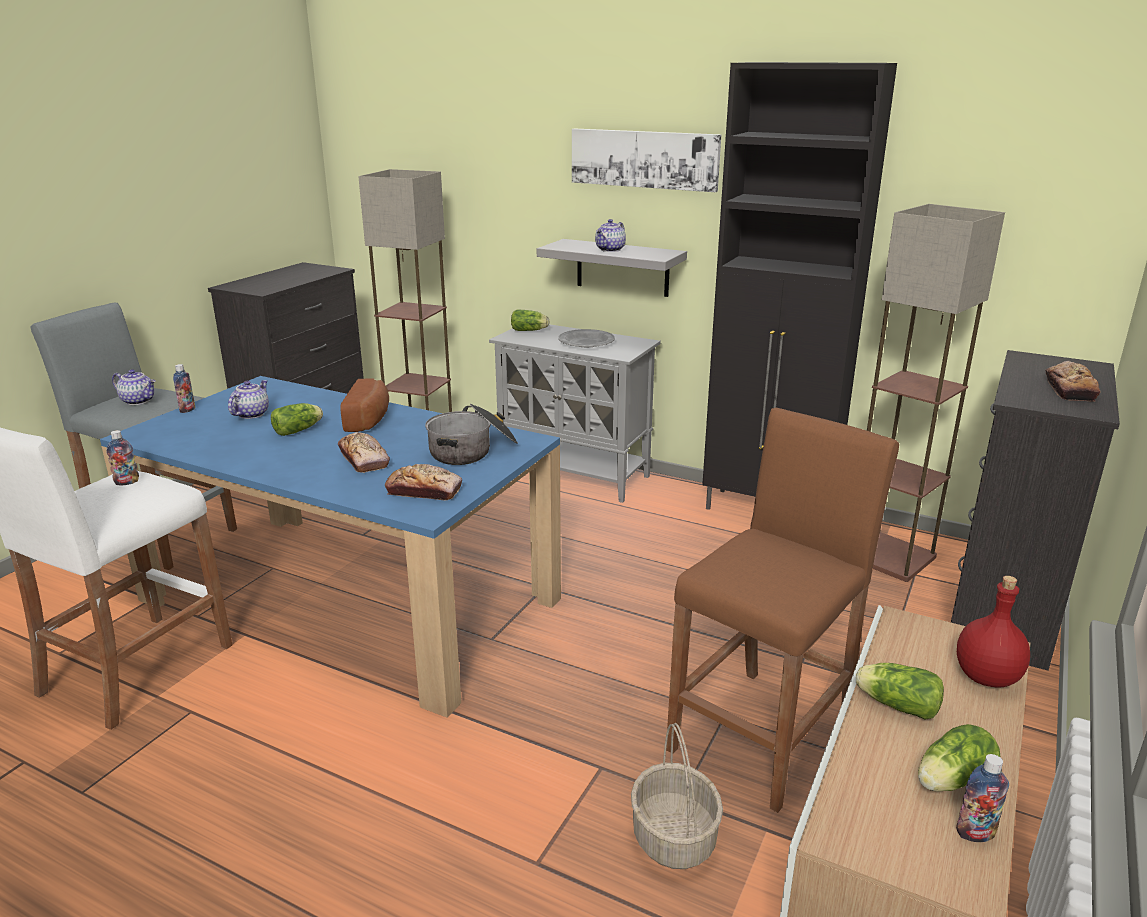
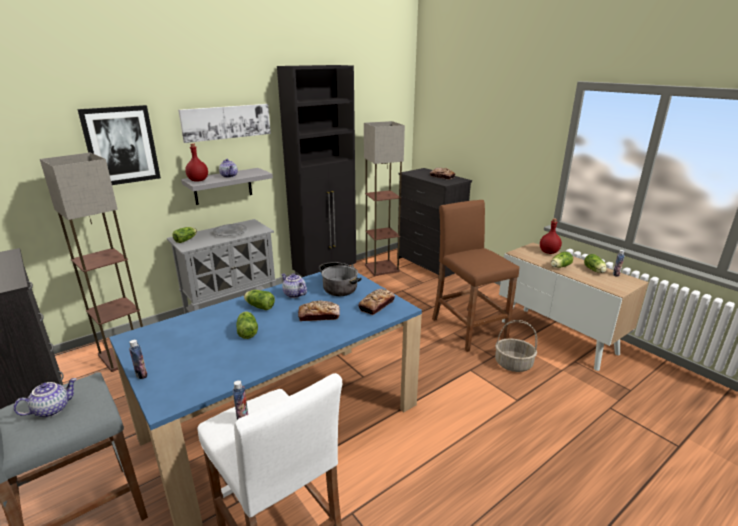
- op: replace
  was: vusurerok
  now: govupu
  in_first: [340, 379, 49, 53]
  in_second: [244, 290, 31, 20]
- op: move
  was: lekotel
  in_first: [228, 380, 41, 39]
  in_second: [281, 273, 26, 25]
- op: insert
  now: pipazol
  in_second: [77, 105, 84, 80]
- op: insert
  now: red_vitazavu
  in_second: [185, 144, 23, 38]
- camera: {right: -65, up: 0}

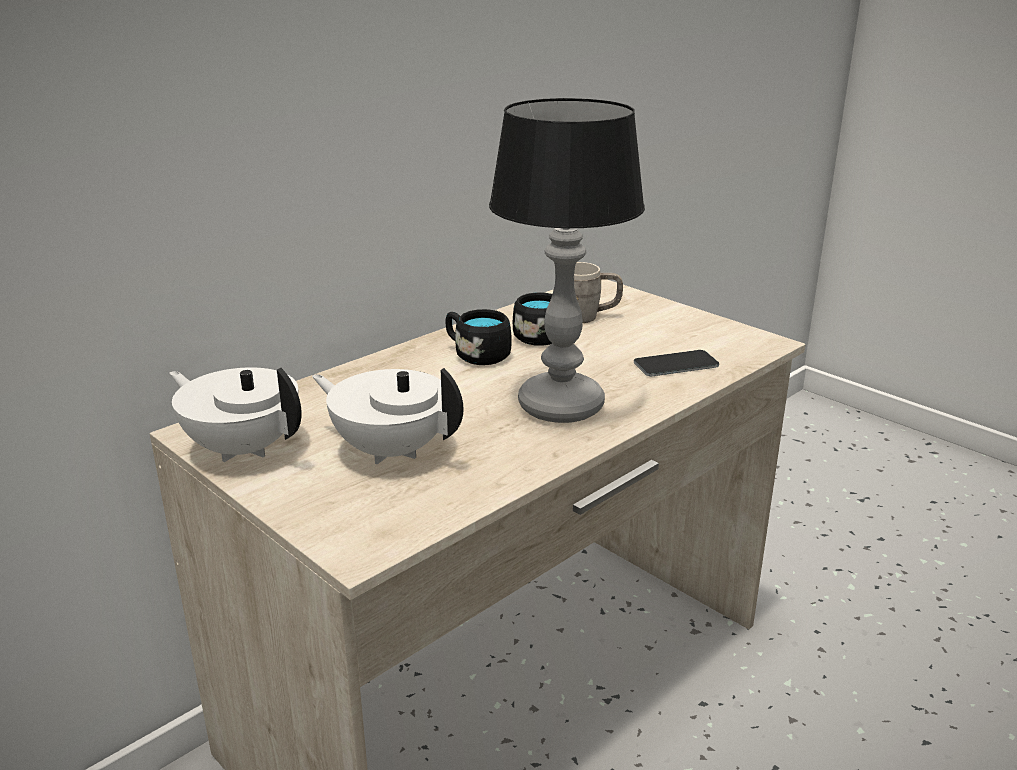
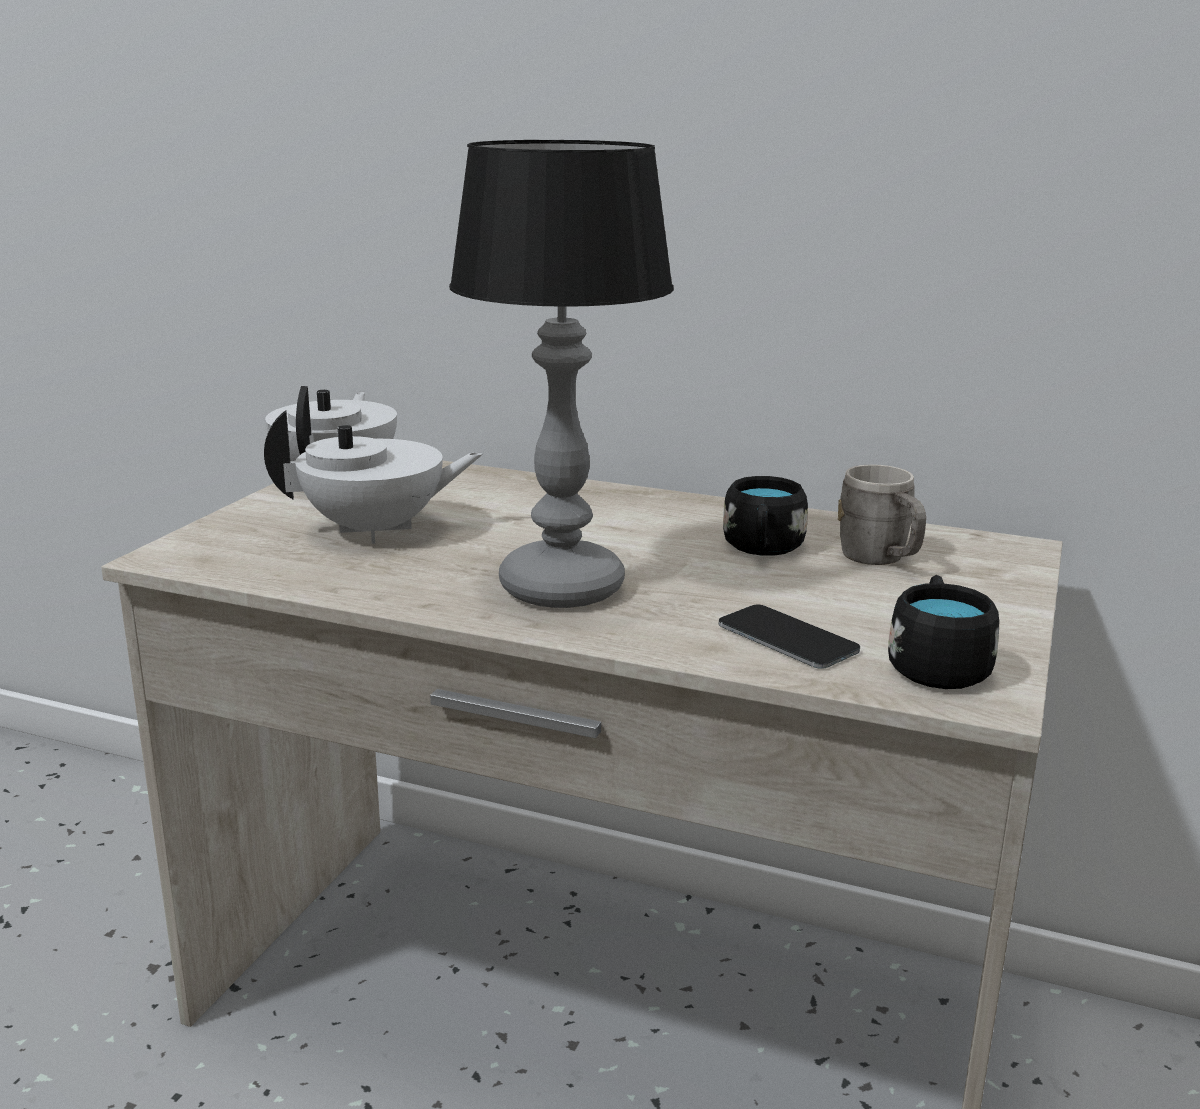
- op: move
  was: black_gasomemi
  in_first: [446, 309, 66, 56]
  in_second: [888, 575, 111, 114]
- op: rotate
  was: white_lekotel
  in_first: [312, 368, 151, 96]
  in_second: [264, 410, 219, 134]
  clockwise: 75
- camera: {right: 65, up: -5}

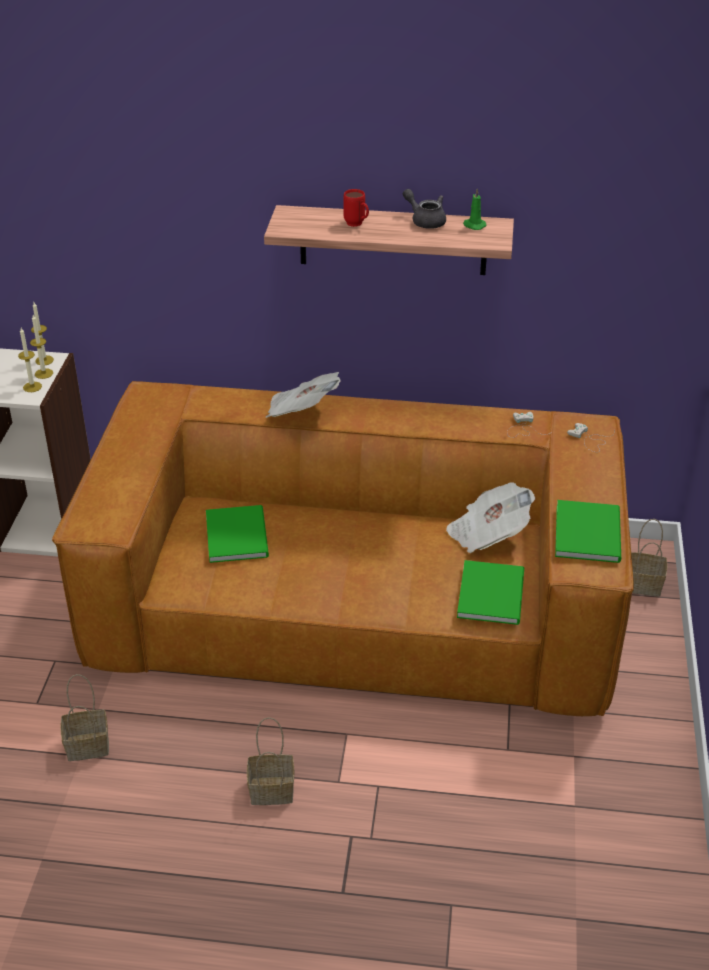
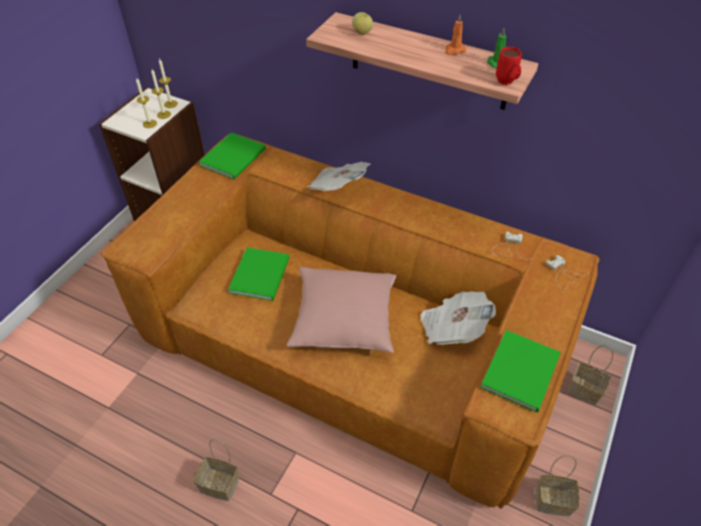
- op: move
  was: red_gasomemi
  in_first: [343, 189, 26, 38]
  in_second: [496, 47, 26, 38]
- op: replace
  was: grey_lekotel
  now: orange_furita
  in_first: [403, 189, 43, 40]
  in_second: [445, 15, 21, 40]
- op: move
  was: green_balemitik
  in_first: [457, 560, 67, 65]
  in_second: [199, 132, 67, 48]
- op: move
  was: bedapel
  in_first: [60, 674, 49, 87]
  in_second: [536, 455, 44, 61]
- op: insert
  now: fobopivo
  in_second: [352, 12, 21, 23]
- op: insert
  now: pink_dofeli
  in_second: [287, 267, 109, 86]
- camera: {right: 20, up: 10}

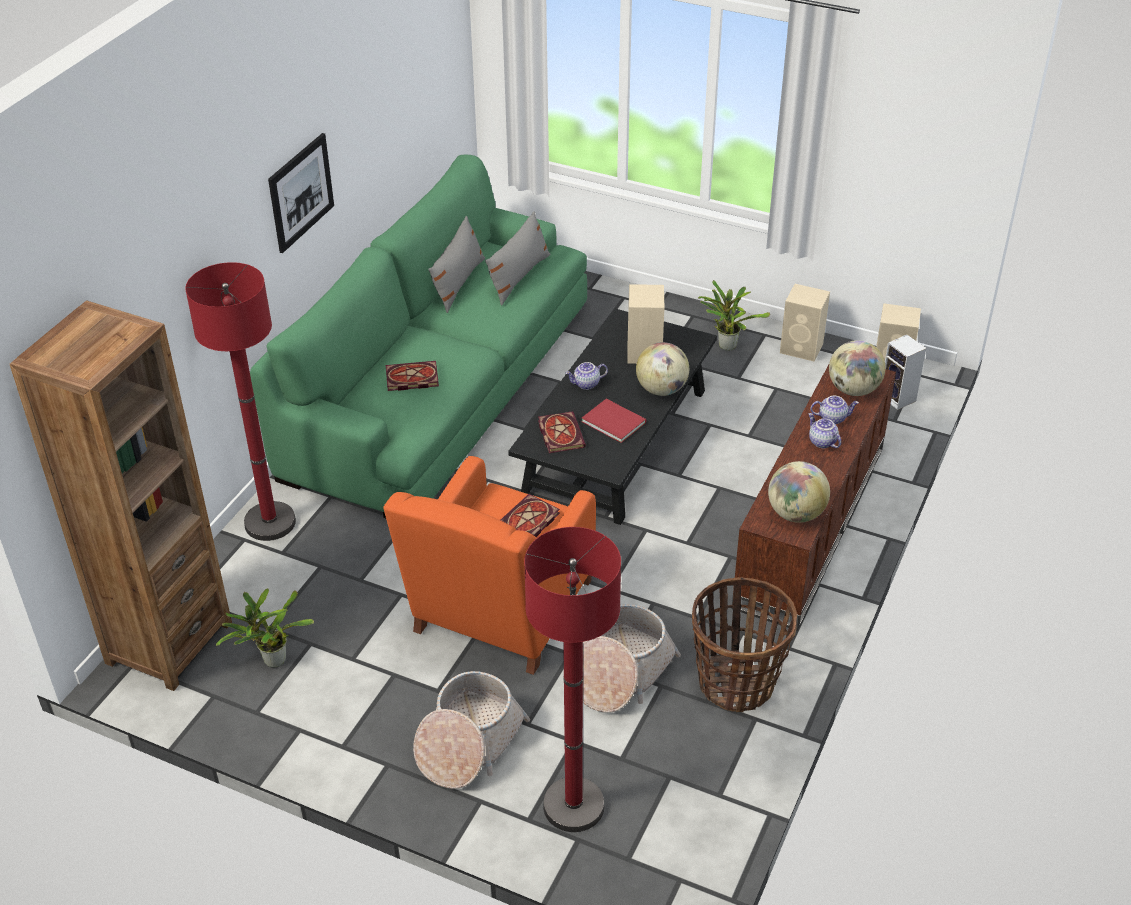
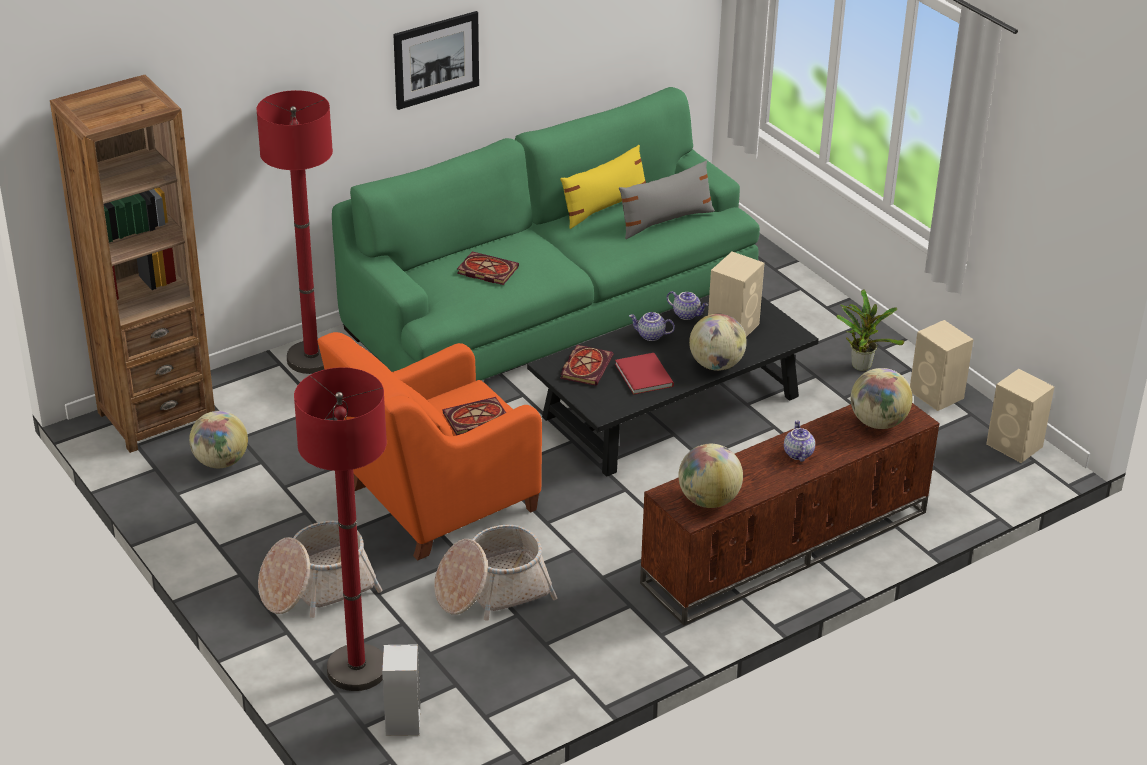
- op: recolor
  was: grey_dofeli
  now: yellow_dofeli
  in_first: [428, 216, 57, 97]
  in_second: [560, 145, 86, 84]
- op: move
  was: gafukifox
  in_first: [885, 335, 41, 75]
  in_second: [382, 644, 38, 92]
- op: move
  was: lekotel
  in_first: [810, 396, 49, 28]
  in_second: [667, 291, 41, 29]
- op: delete
  was: bedapel
  in_first: [692, 577, 105, 135]
- op: replace
  was: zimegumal
  now: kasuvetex
  in_first: [216, 588, 98, 79]
  in_second: [189, 411, 59, 57]
- camera: {right: 30, up: -5}

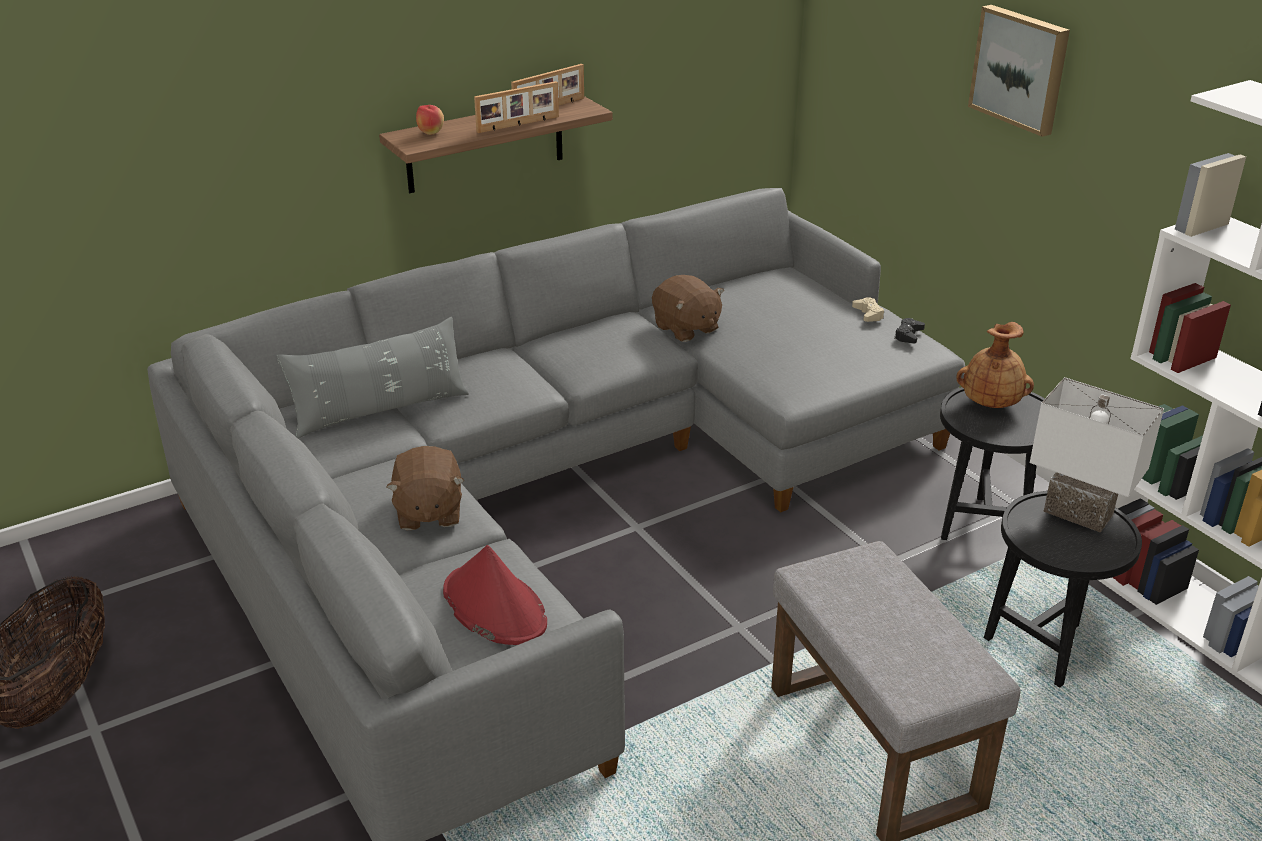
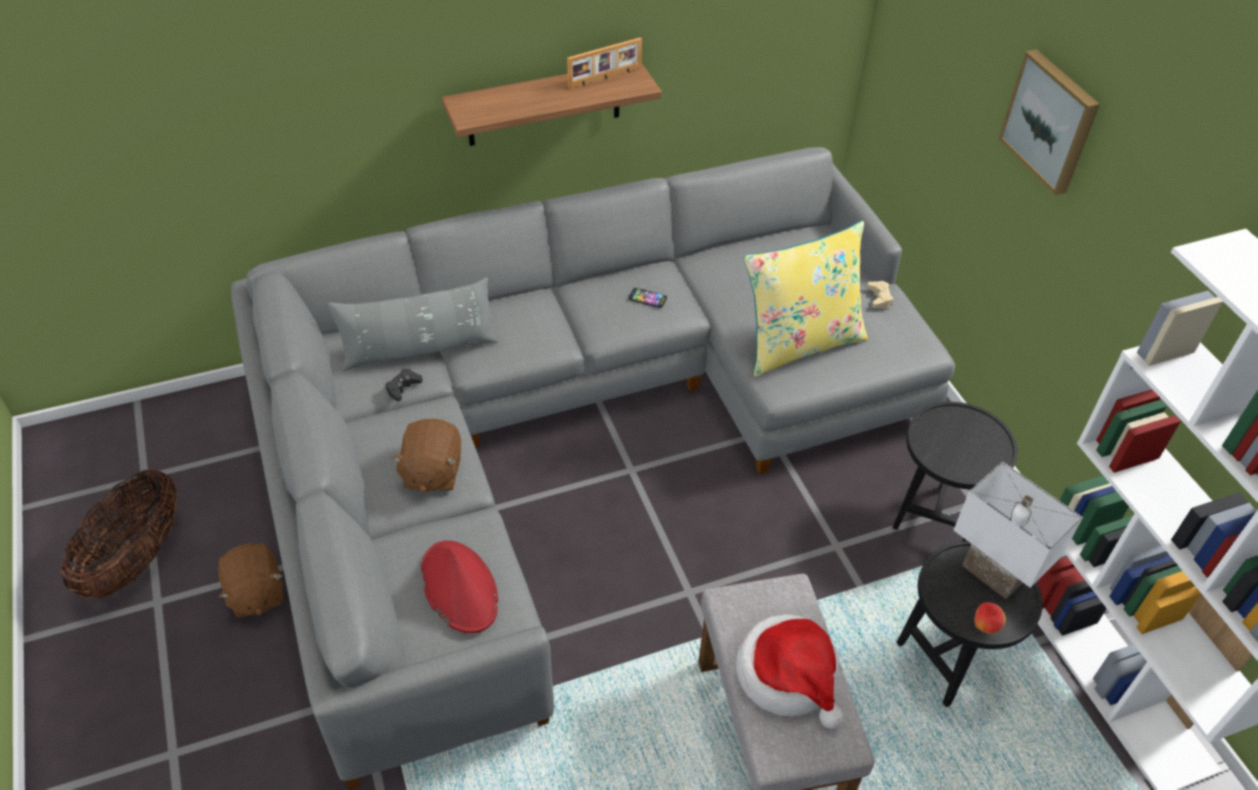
- op: delete
  was: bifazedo
  in_first: [474, 81, 85, 52]
- op: move
  was: fobopivo
  in_first: [416, 105, 28, 30]
  in_second: [974, 602, 32, 32]
- op: move
  was: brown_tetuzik
  in_first: [652, 275, 72, 67]
  in_second: [218, 543, 66, 75]
- op: move
  was: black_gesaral
  in_first: [894, 318, 31, 25]
  in_second: [385, 369, 38, 32]
- op: delete
  was: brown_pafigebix
  in_first: [957, 322, 77, 86]
- op: insert
  now: yellow_dofeli
  in_second: [744, 221, 124, 156]
- op: insert
  now: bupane
  in_second: [628, 287, 39, 21]
- op: insert
  now: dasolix
  in_second: [736, 614, 107, 115]
- camera: {right: 10, up: 15}

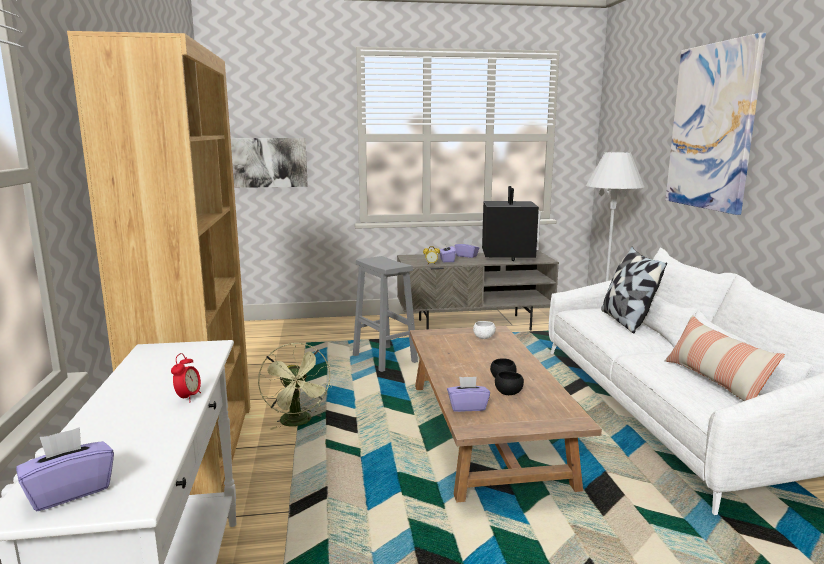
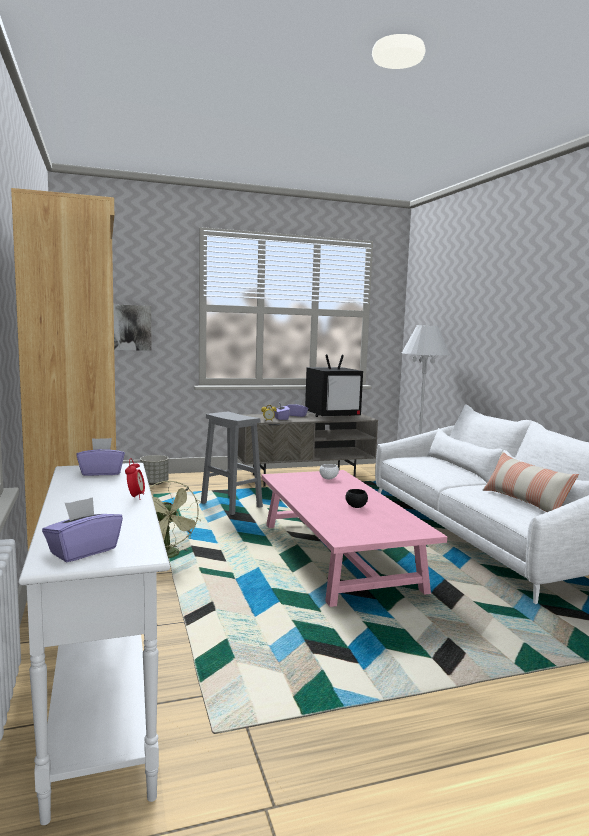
- op: delete
  was: pipazol
  in_first: [665, 33, 101, 182]
- op: rotate
  was: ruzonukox
  in_first: [482, 186, 59, 75]
  in_second: [305, 354, 58, 63]
  clockwise: 75
- op: delete
  was: dofeli
  in_first: [602, 247, 65, 87]
- op: recolor
  was: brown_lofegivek
  now: pink_lofegivek
  in_first: [410, 326, 192, 176]
  in_second: [261, 470, 186, 137]
- op: delete
  was: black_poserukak
  in_first: [495, 371, 29, 24]
- op: move
  was: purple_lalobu
  in_first: [447, 376, 43, 36]
  in_second: [76, 438, 49, 38]
- op: insert
  now: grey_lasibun
  in_second: [140, 455, 29, 30]
- camera: {right: -10, up: -5}

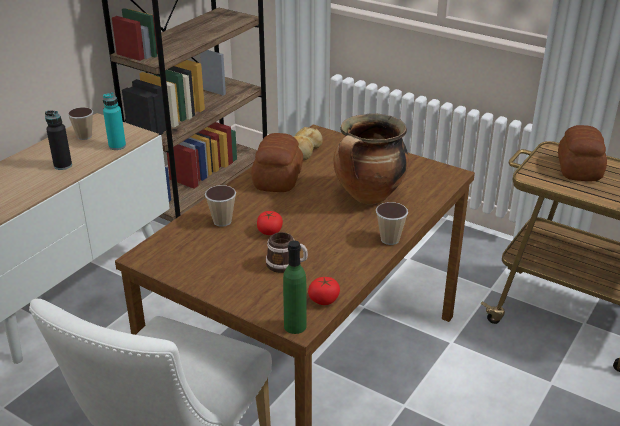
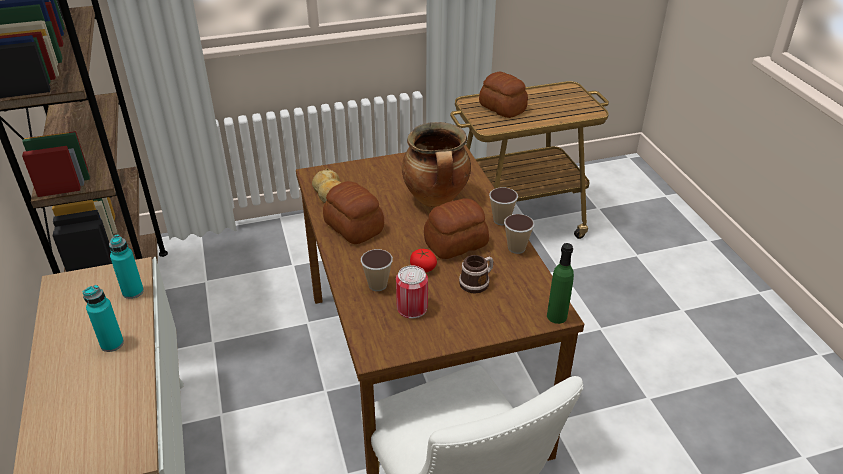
- op: move
  was: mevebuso
  in_first: [68, 107, 25, 33]
  in_second: [504, 214, 30, 40]
- op: recolor
  was: black_vitazavu
  now: turquoise_vitazavu
  in_first: [45, 111, 27, 59]
  in_second: [83, 285, 41, 67]
- op: delete
  was: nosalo
  in_first: [308, 277, 32, 28]
- op: insert
  now: vusurerok
  in_second: [424, 198, 65, 61]
- op: insert
  now: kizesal
  in_second: [396, 265, 32, 54]
- camera: {right: -50, up: 5}

